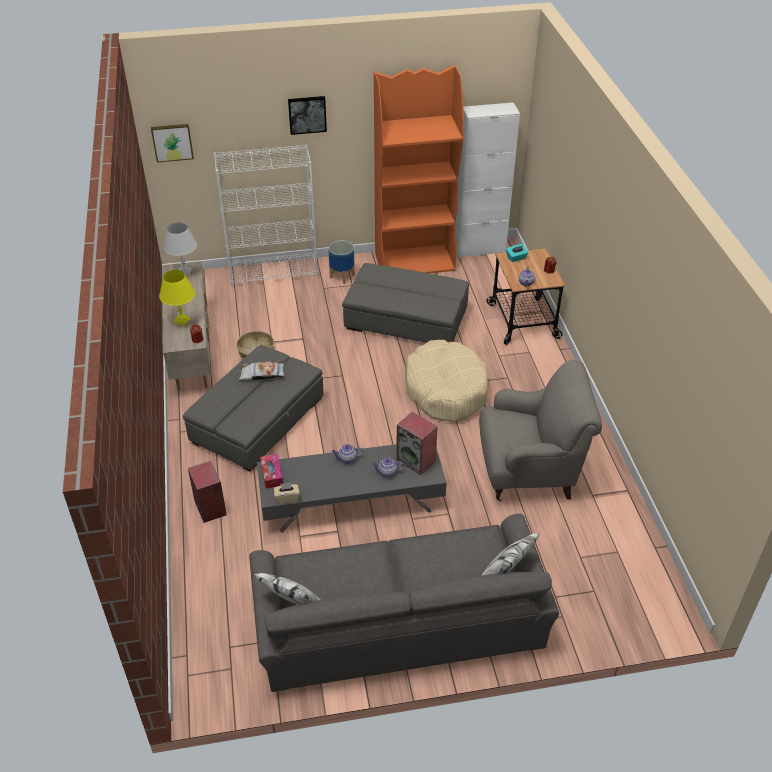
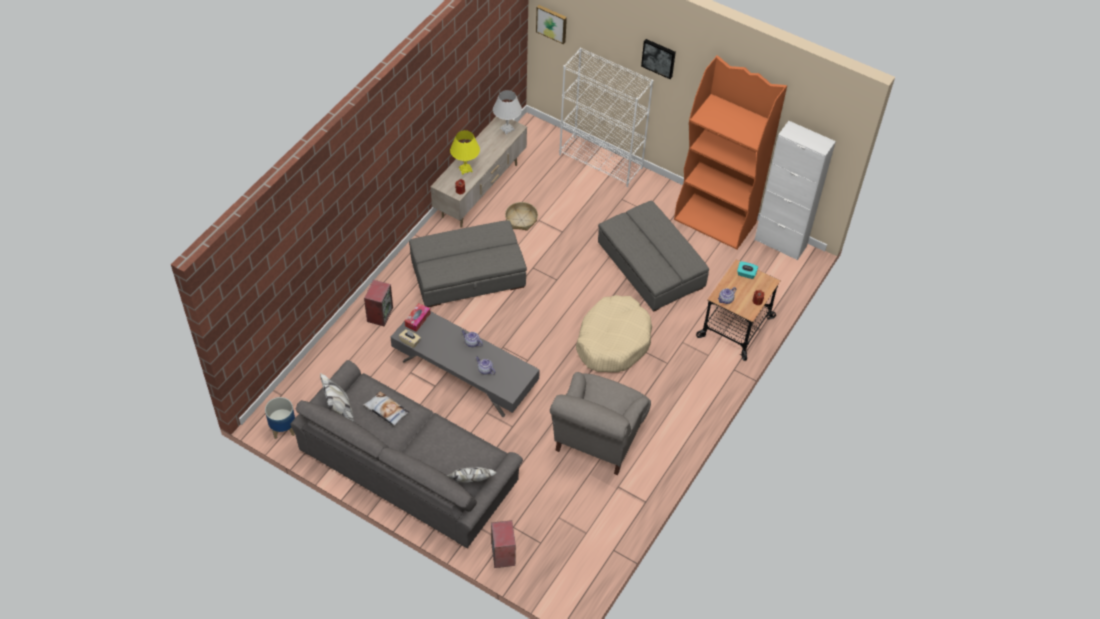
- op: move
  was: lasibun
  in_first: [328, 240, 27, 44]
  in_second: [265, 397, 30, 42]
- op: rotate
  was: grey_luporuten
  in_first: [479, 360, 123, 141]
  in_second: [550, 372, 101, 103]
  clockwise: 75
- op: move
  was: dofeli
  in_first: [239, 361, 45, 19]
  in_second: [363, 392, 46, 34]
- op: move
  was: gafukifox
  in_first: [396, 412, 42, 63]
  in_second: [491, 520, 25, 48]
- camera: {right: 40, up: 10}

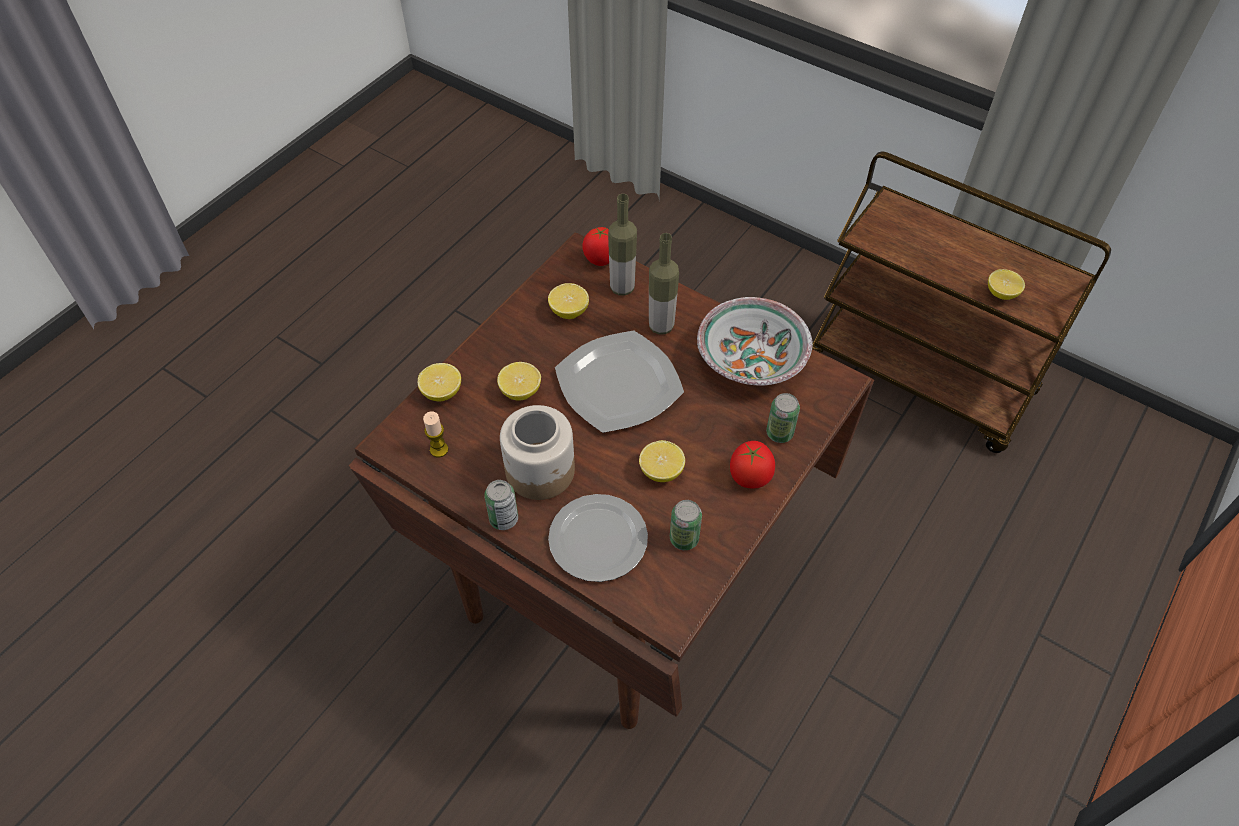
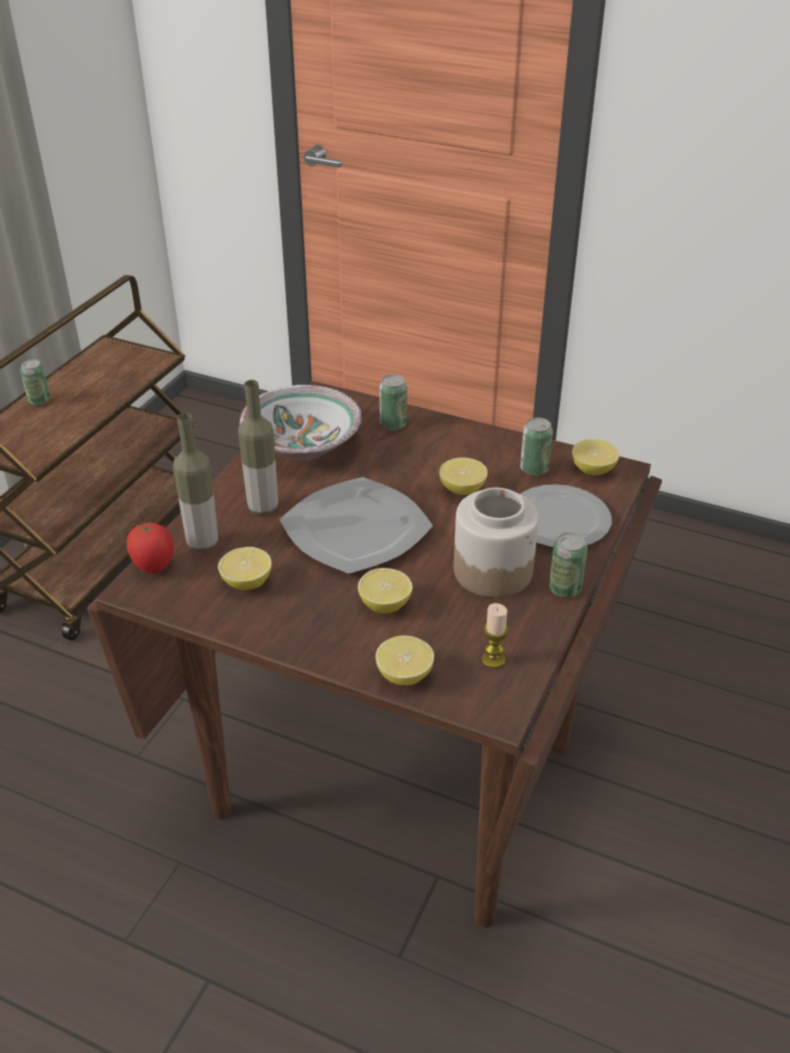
- op: move
  was: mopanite
  in_first: [988, 269, 37, 31]
  in_second: [572, 439, 47, 36]
- op: delete
  was: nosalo
  in_first: [730, 441, 45, 48]
- op: insert
  now: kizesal
  in_second: [20, 359, 30, 46]
- camera: {right: -100, up: -15}

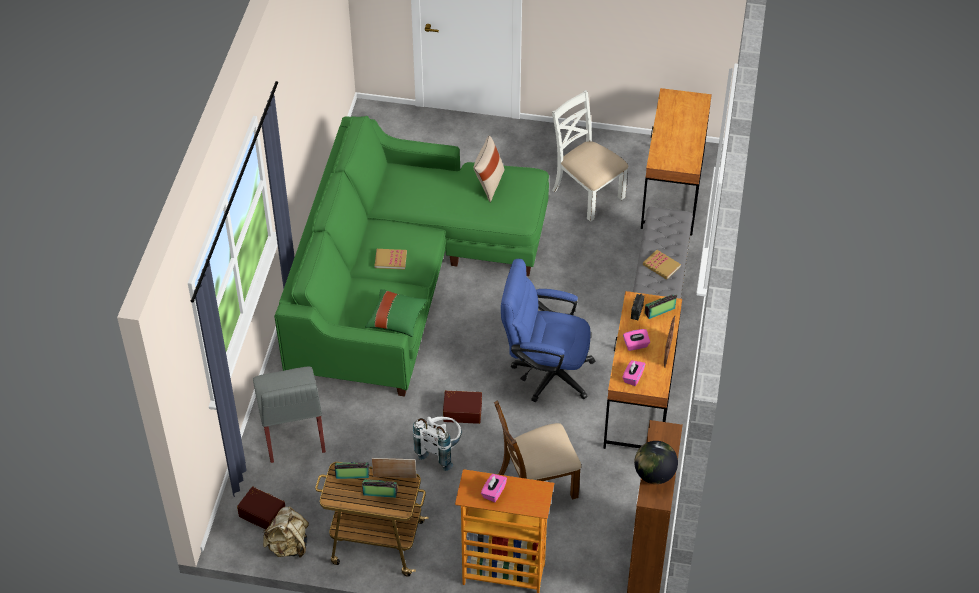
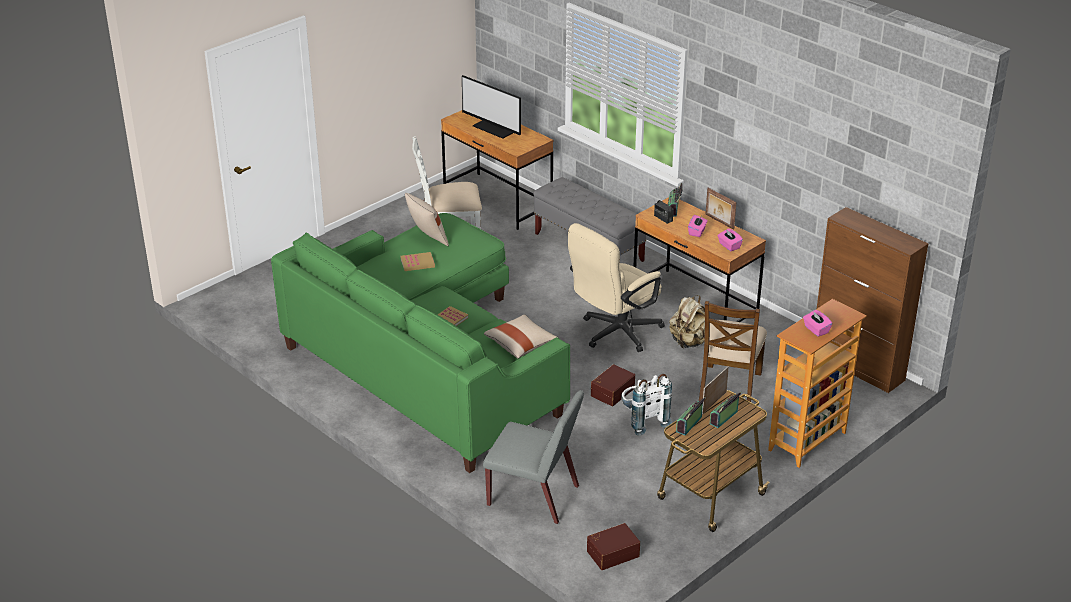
- op: move
  was: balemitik
  in_first: [643, 250, 38, 30]
  in_second: [401, 252, 34, 19]
- op: recolor
  was: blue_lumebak
  now: beige_lumebak
  in_first: [501, 259, 94, 143]
  in_second: [568, 223, 97, 129]
- op: recolor
  was: green_dofeli
  now: beige_dofeli
  in_first: [365, 289, 62, 48]
  in_second: [484, 314, 73, 45]
- op: delete
  was: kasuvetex
  in_first: [634, 441, 44, 43]
- op: move
  was: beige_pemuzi
  in_first: [263, 506, 46, 52]
  in_second: [669, 295, 36, 53]
- op: insert
  now: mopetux
  in_second: [462, 75, 59, 64]
- camera: {right: -55, up: -15}

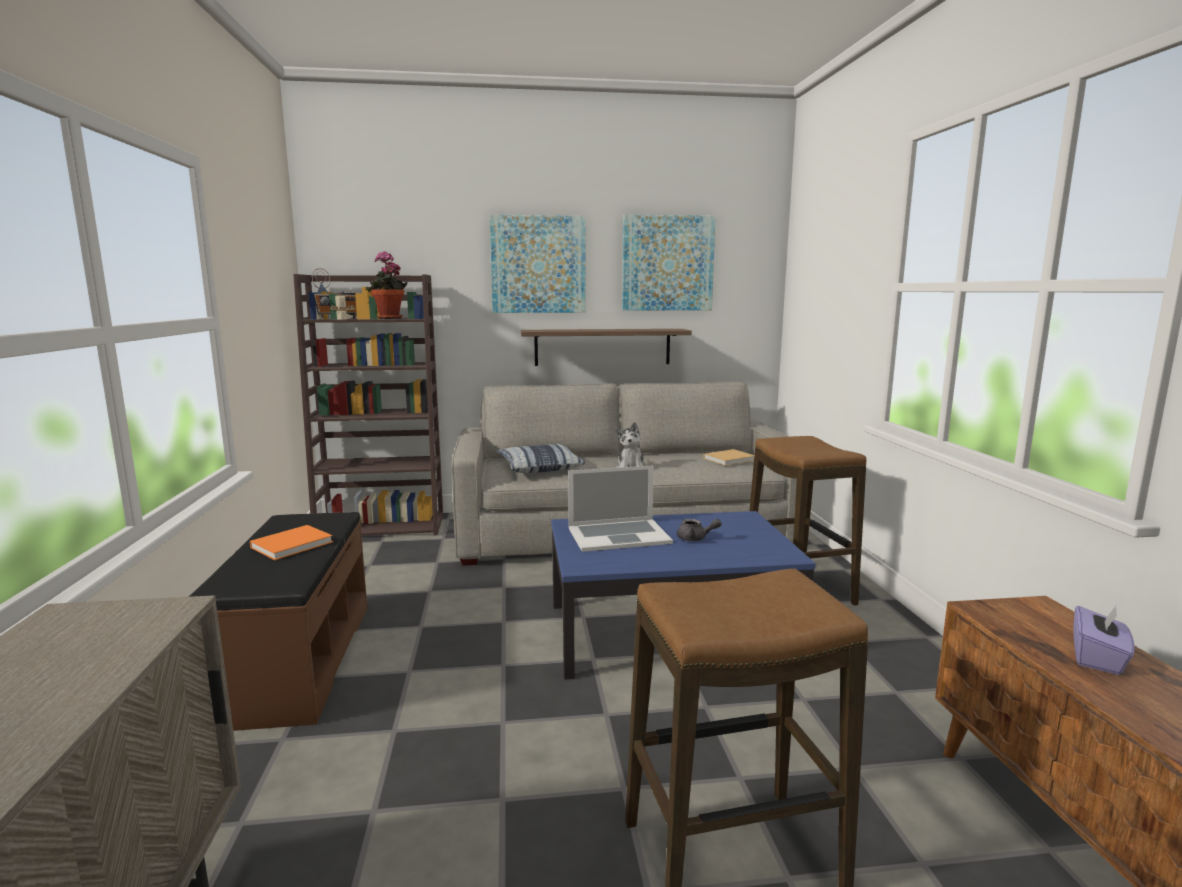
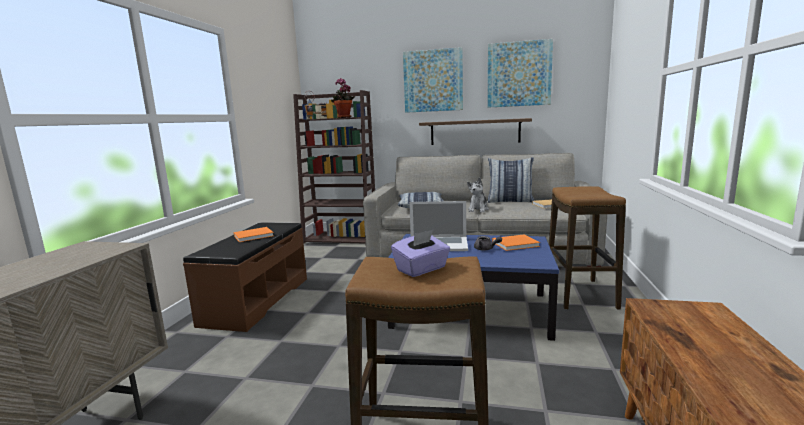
- op: move
  was: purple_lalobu
  in_first: [1073, 606, 62, 69]
  in_second: [391, 230, 59, 47]
- op: insert
  now: dofeli
  in_second: [488, 157, 46, 46]
- op: insert
  now: orange_balemitik
  in_second: [492, 235, 48, 16]
- camera: {right: 20, up: 0}

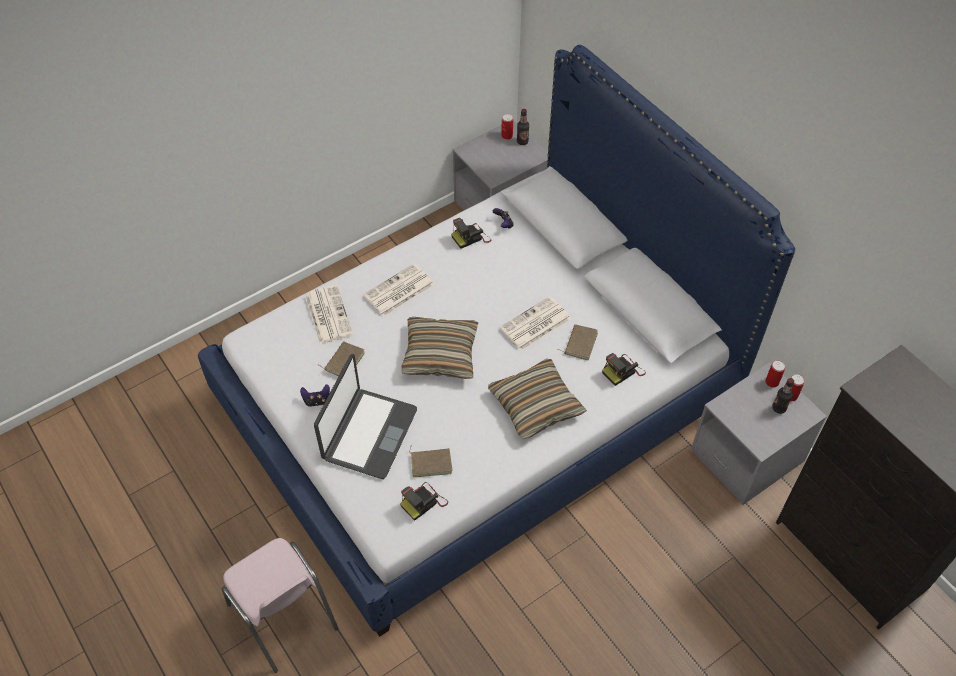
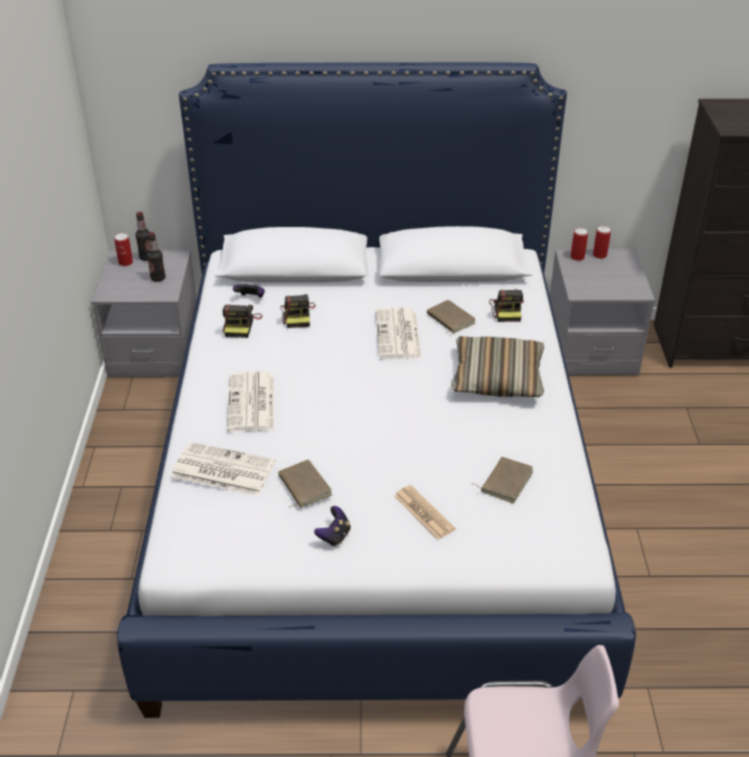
- op: delete
  was: dofeli
  in_first: [402, 317, 76, 62]
- op: replace
  was: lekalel
  now: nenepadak
  in_first: [314, 354, 103, 125]
  in_second: [394, 485, 61, 54]
- op: move
  was: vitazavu
  in_first: [772, 378, 22, 36]
  in_second: [147, 232, 19, 50]
- op: move
  was: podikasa
  in_first: [400, 482, 48, 39]
  in_second: [281, 294, 35, 34]
- camera: {right: -55, up: -15}

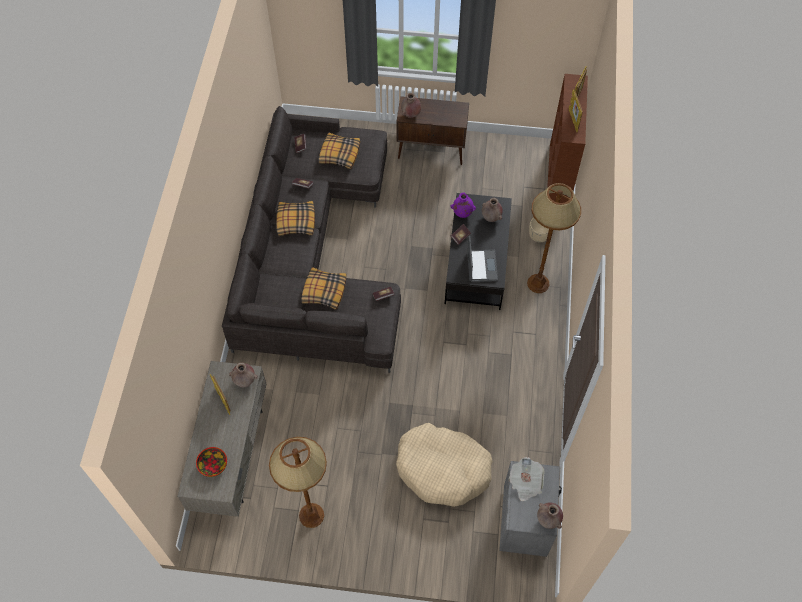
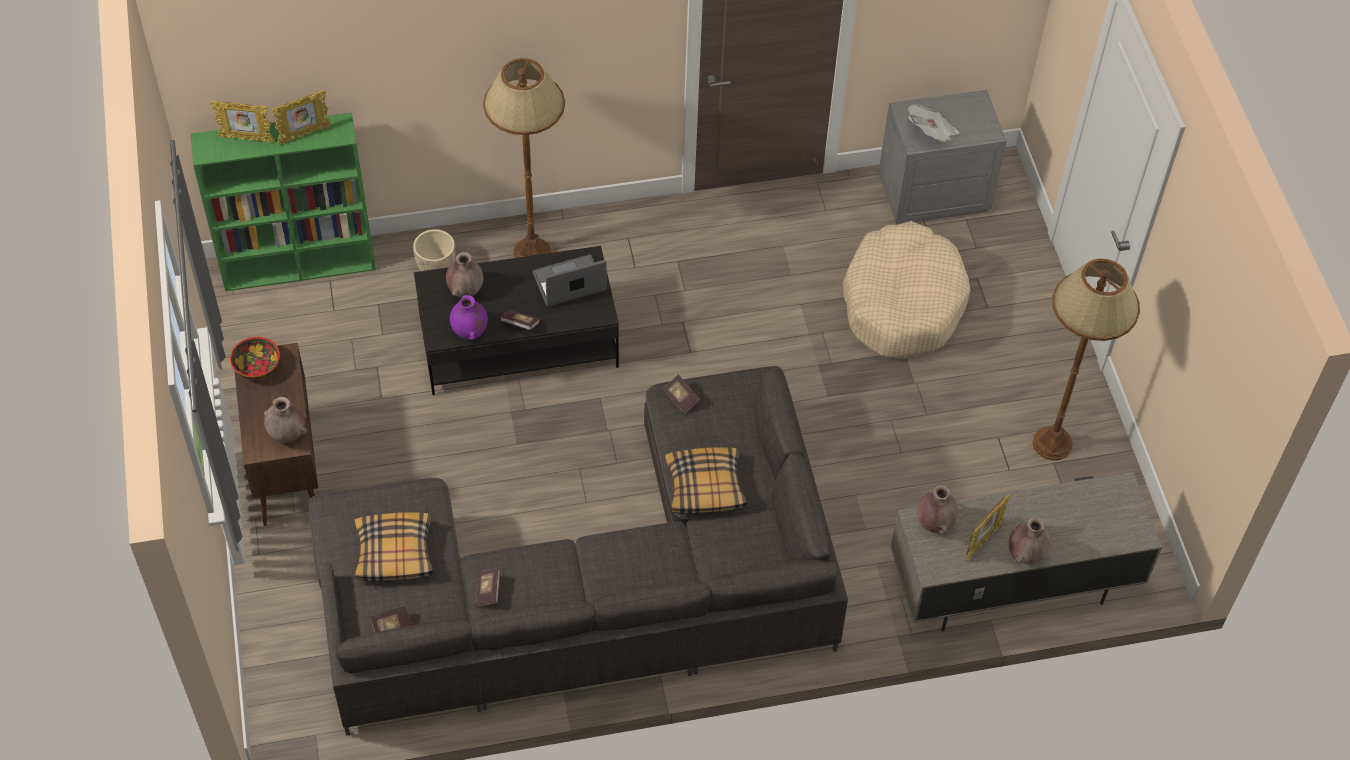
- op: recolor
  was: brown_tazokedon
  now: green_tazokedon
  in_first: [547, 74, 41, 129]
  in_second: [190, 112, 186, 180]
- op: delete
  was: dofeli
  in_first: [276, 201, 39, 35]
- op: move
  was: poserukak
  in_first: [196, 447, 31, 30]
  in_second: [230, 337, 50, 43]
- op: move
  was: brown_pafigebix
  in_first: [537, 502, 26, 27]
  in_second: [1009, 517, 42, 47]
- camera: {right: -110, up: -5}

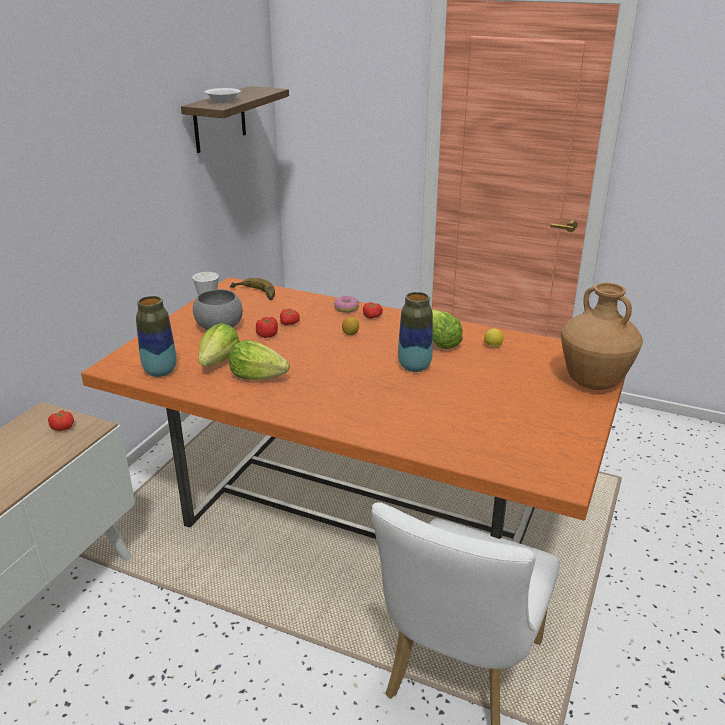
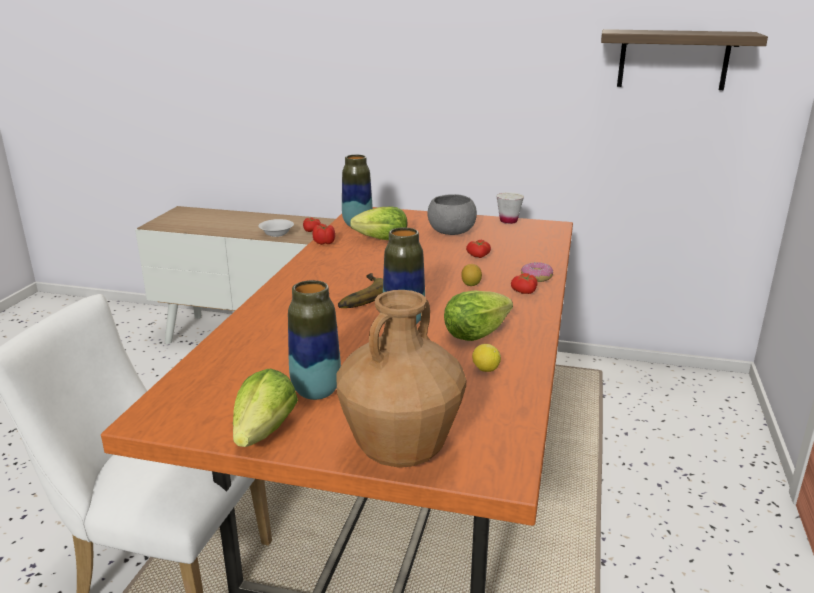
- op: move
  was: white_poserukak
  in_first: [205, 88, 36, 15]
  in_second: [258, 219, 36, 18]
- op: move
  was: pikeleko
  in_first: [230, 278, 45, 22]
  in_second: [338, 273, 45, 35]
- op: move
  was: nosalo
  in_first: [256, 317, 22, 21]
  in_second: [313, 224, 22, 21]
- op: move
  was: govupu
  in_first: [229, 340, 61, 40]
  in_second: [233, 369, 65, 78]
- op: insert
  now: pafigebix
  in_second: [288, 280, 53, 120]
- camera: {right: 80, up: -5}

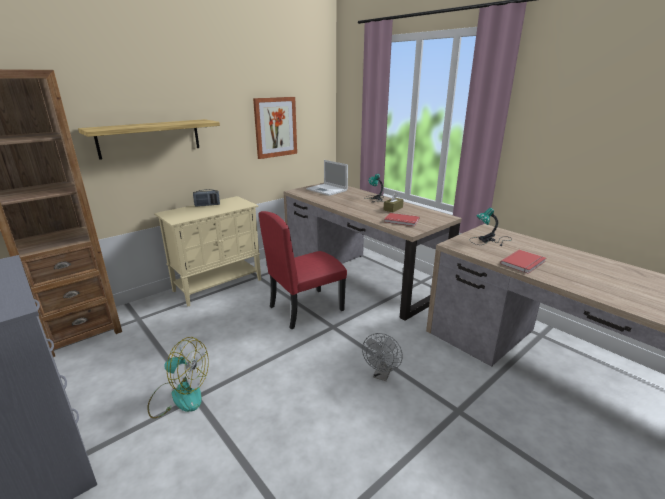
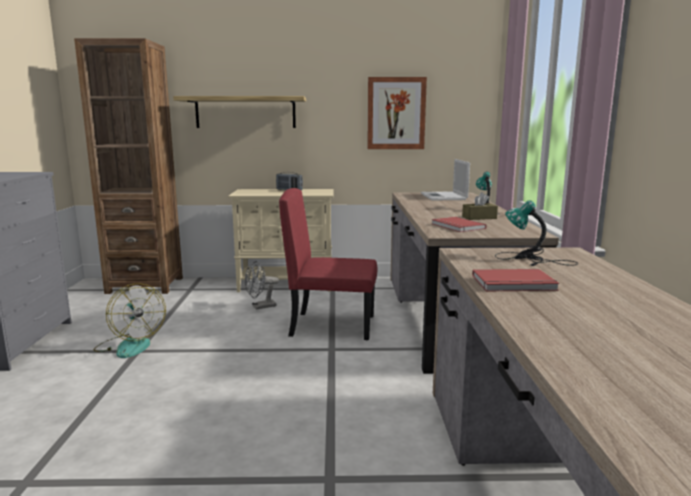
- op: move
  was: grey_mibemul
  in_first: [362, 333, 41, 48]
  in_second: [245, 261, 34, 49]
- camera: {right: 40, up: -10}

